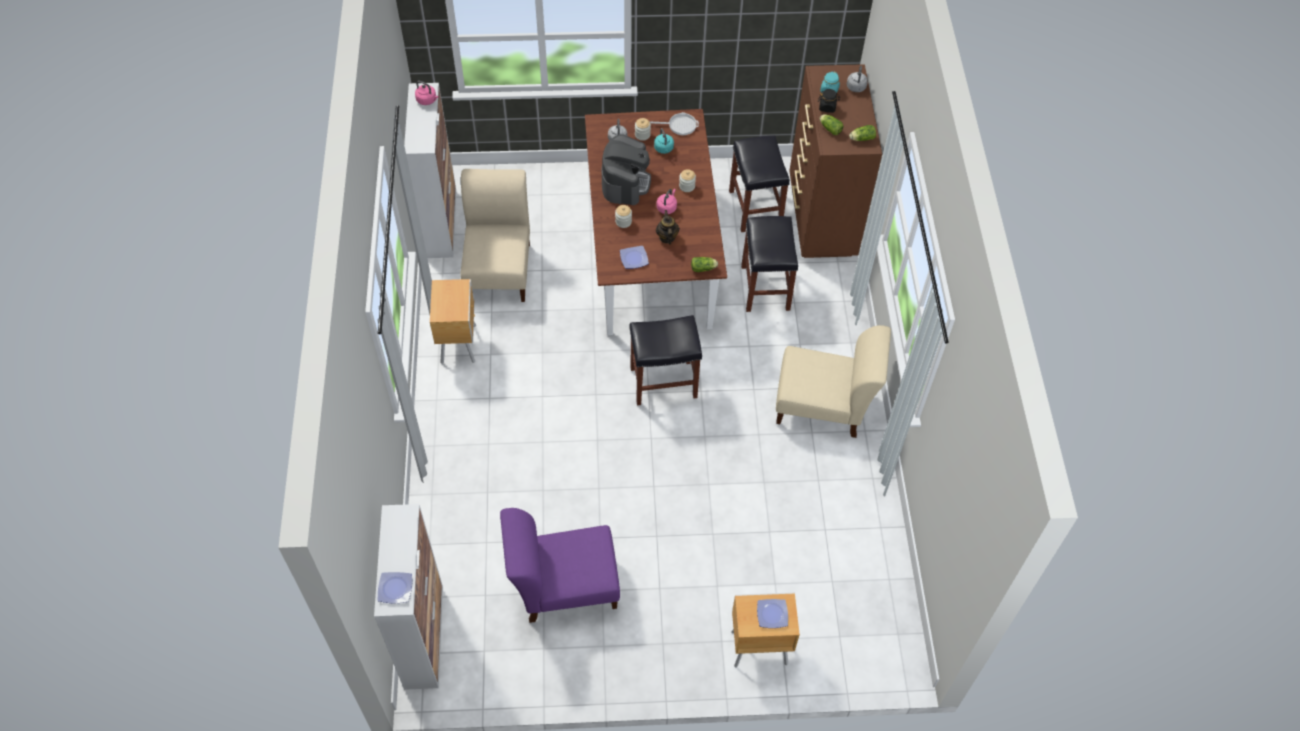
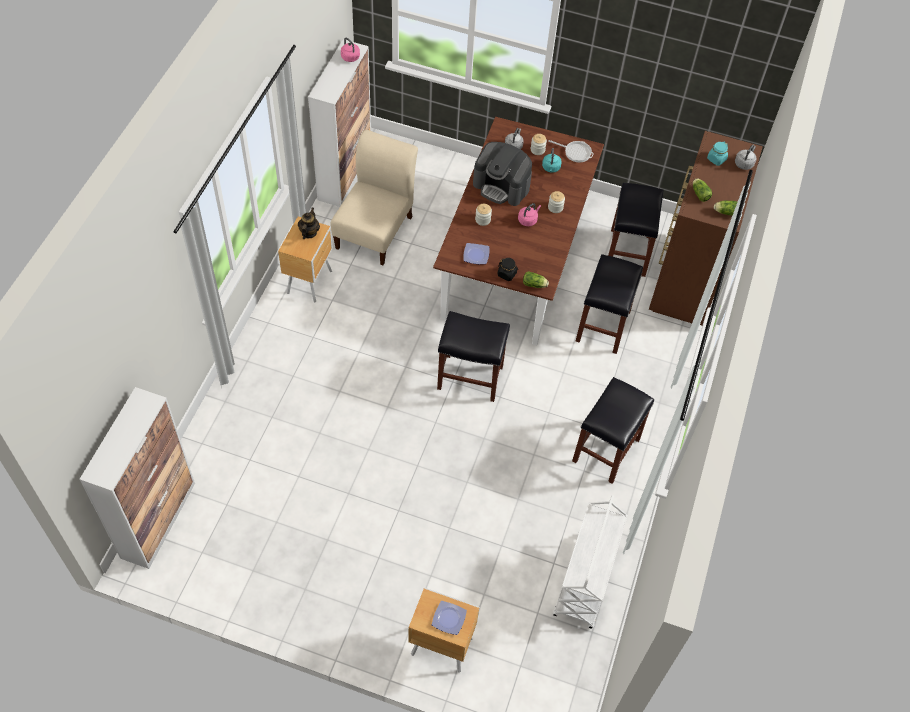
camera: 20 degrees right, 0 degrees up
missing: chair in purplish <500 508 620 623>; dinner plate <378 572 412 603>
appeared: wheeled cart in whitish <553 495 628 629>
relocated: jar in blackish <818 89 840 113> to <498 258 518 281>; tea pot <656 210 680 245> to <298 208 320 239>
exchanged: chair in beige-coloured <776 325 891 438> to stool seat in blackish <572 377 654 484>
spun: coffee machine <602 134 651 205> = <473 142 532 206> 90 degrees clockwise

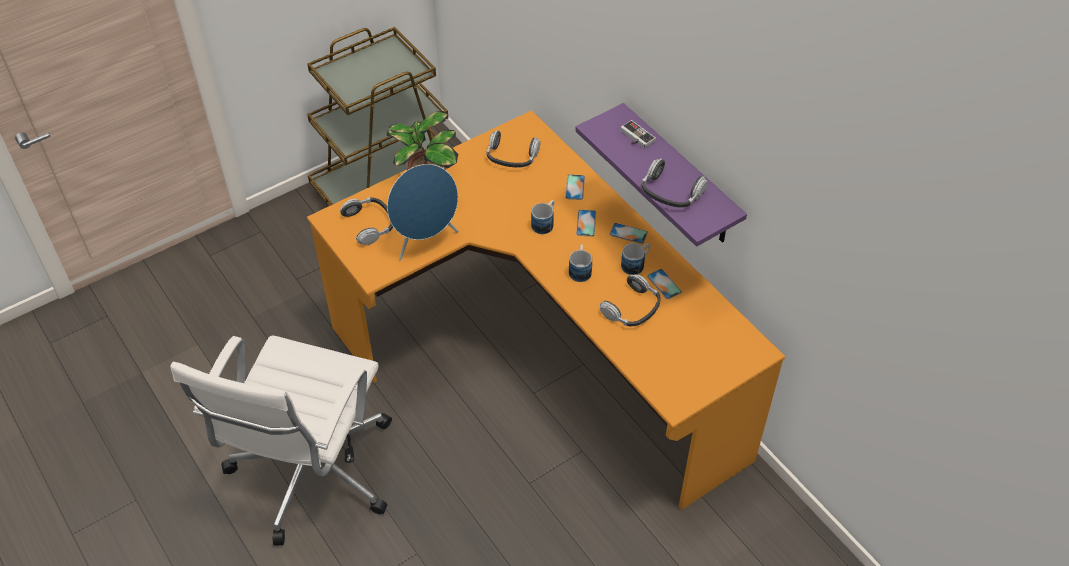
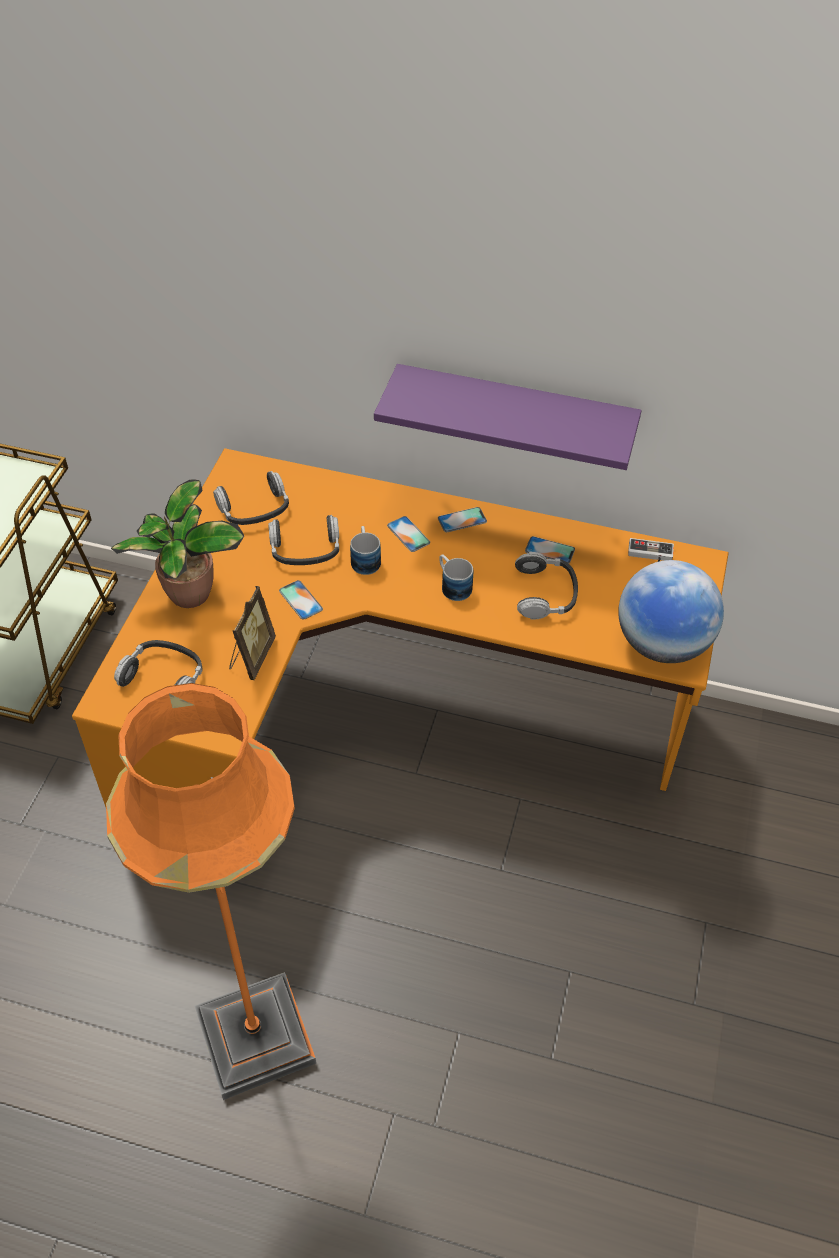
camera: 40 degrees left, 0 degrees up
missing: mug <621 243 651 275>
appeared: world globe <618 560 724 663>
relocated: game controller <621 120 656 148> to <628 538 674 562>; pair of headphones <642 159 708 208> to <268 515 339 565>; phone <565 174 585 200> to <279 580 323 620>
exchanged: speaker in blue <387 164 459 261> to standing frame <229 586 276 680>; desk chair in whitish <170 336 392 546> to floor lamp in orange-coloured <106 683 316 1100>

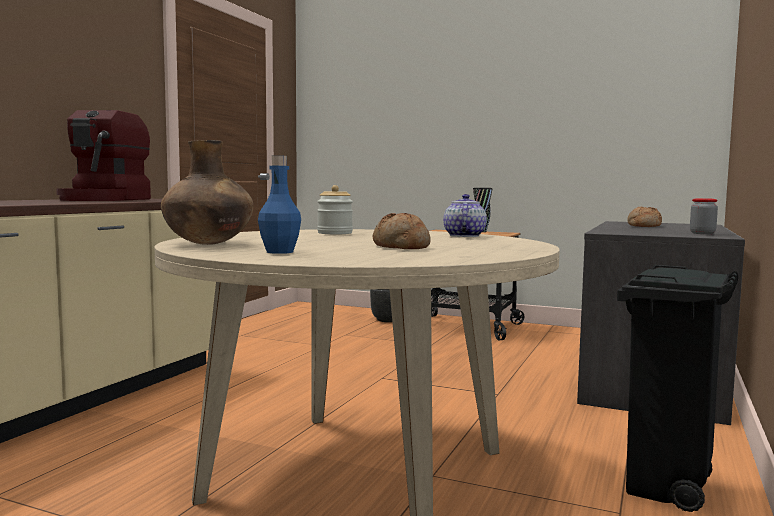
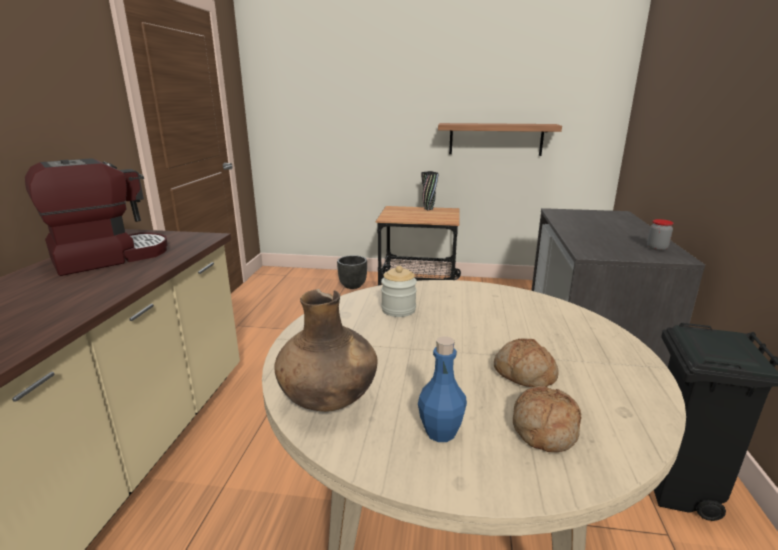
camera: 15 degrees left, 15 degrees up
missing: tea pot <443 194 487 237>
appeared: bracket shelf <438 123 562 156>
relocated: baked bread <627 207 662 227> to <513 386 582 452>
spun: coffee machine <56 110 151 201> = <25 158 168 276> 120 degrees counterclockwise

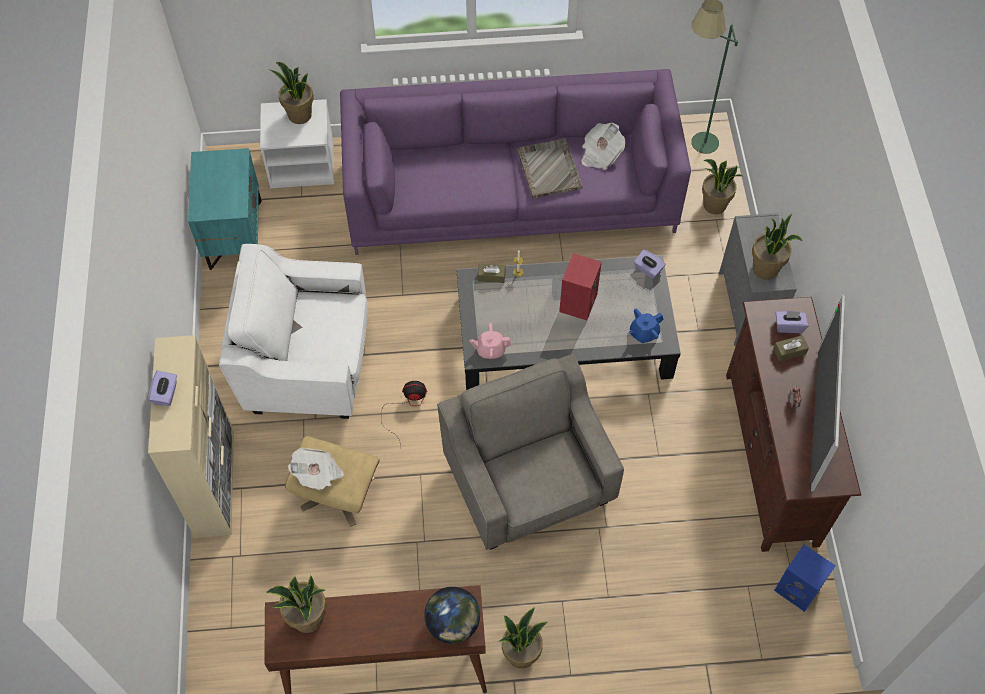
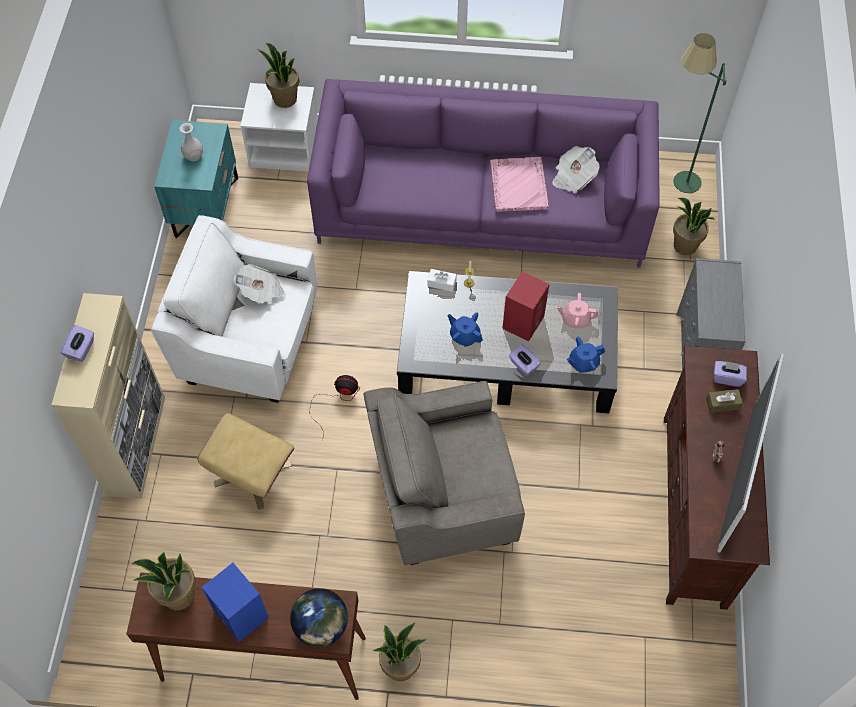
camera: 10 degrees right, 0 degrees up
missing: potted plant <752 214 802 280>
appeared: decorative vase in whitish <180 123 203 161>; tea pot in blue <448 312 483 347>
relocated: tissue box in purplish <634 250 665 279> to <509 344 541 376>; tea pot in pinkish <470 323 512 359> to <557 293 598 328>; daily paper <288 447 344 490> to <233 264 286 304>; speaker in blue <774 544 836 612> to <202 563 269 642>
colour: tray in greyish <517 138 583 198> to tray in pinkish <490 157 549 212>; tissue box in brown-coloured <478 264 506 283> to tissue box in whitish <427 269 457 292>
spun: armchair in greyish <437 354 624 550> = <363 381 525 565> 90 degrees counterclockwise

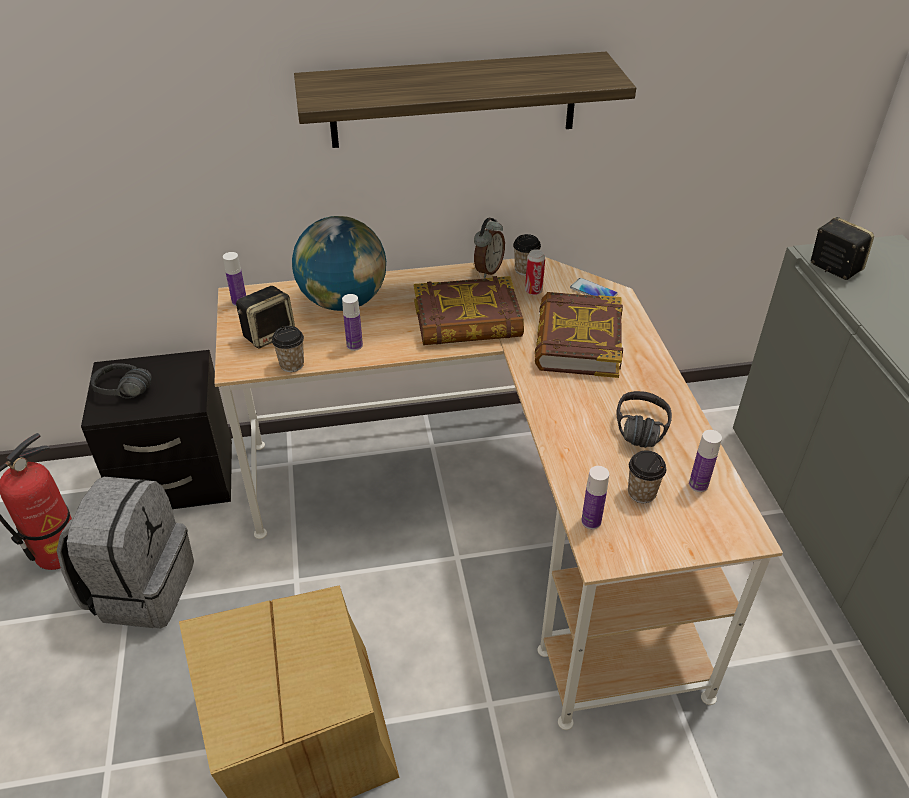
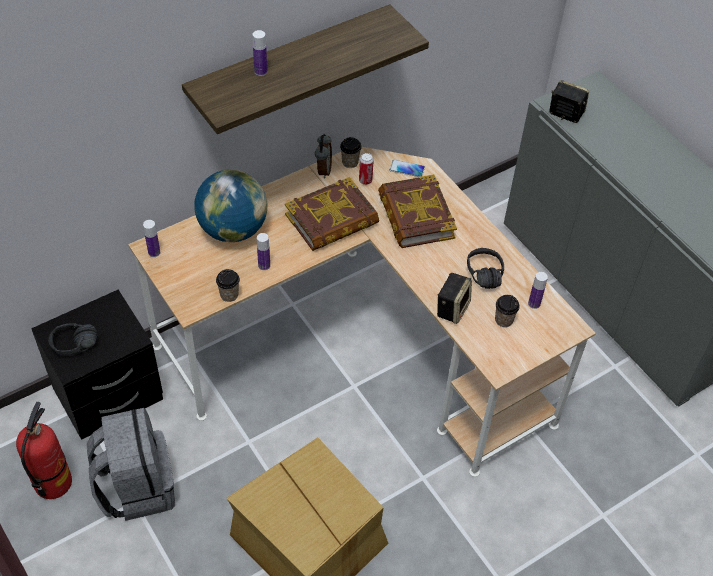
camera: 25 degrees left, 10 degrees up
relocated: speaker <236 286 295 348> to <437 273 472 324>; drink bottle <581 466 609 529> to <253 30 267 76>

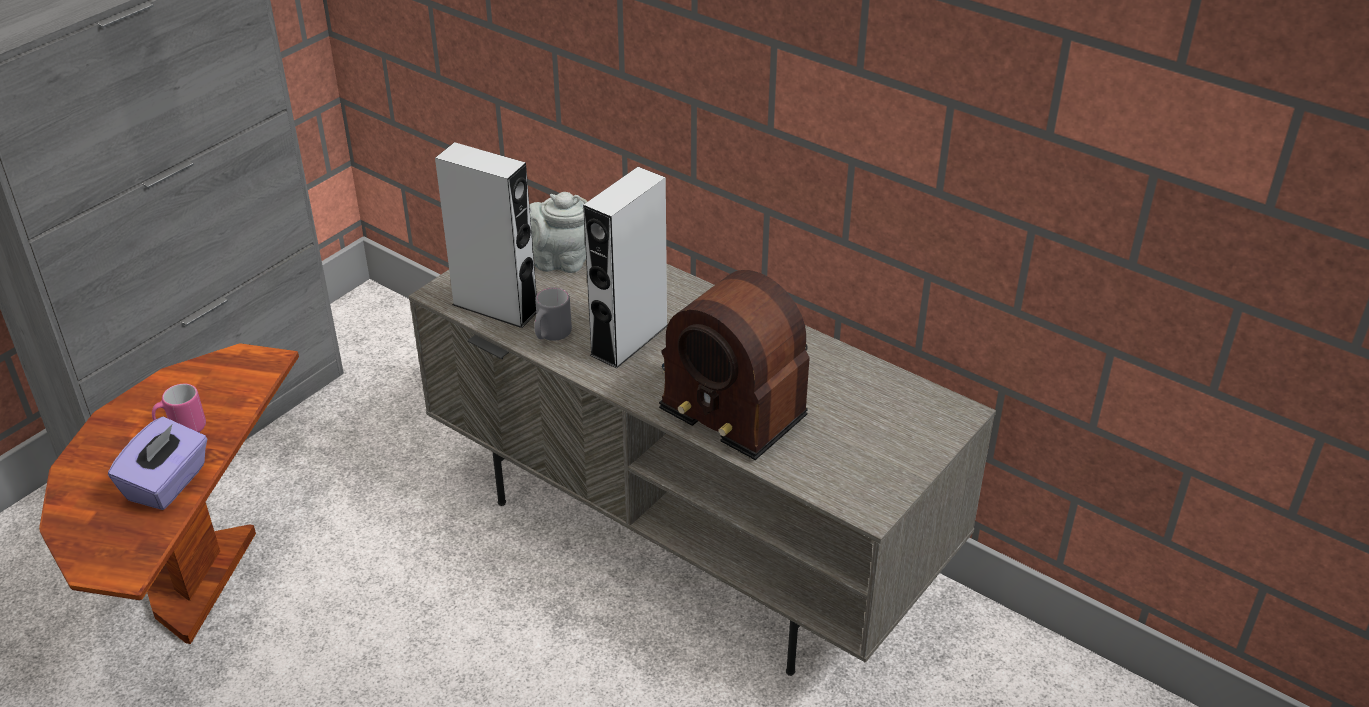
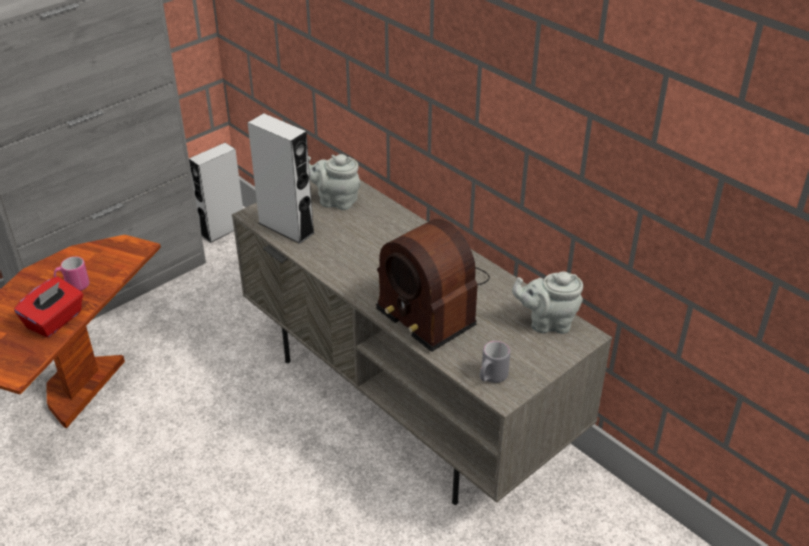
camera: 10 degrees right, 0 degrees up
appeared: tea pot in greyish <512 271 583 334>
relocated: speaker in greyish <583 167 668 369> to <189 143 243 243>; mug in greyish <534 287 572 341> to <480 341 510 383>
colour: tissue box in purplish <108 417 207 510> to tissue box in red-coloured <14 276 83 338>

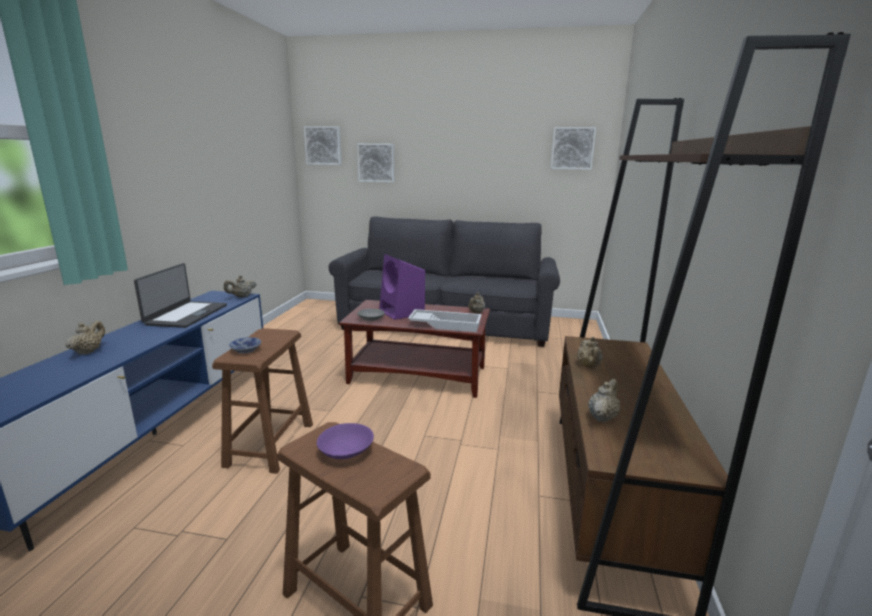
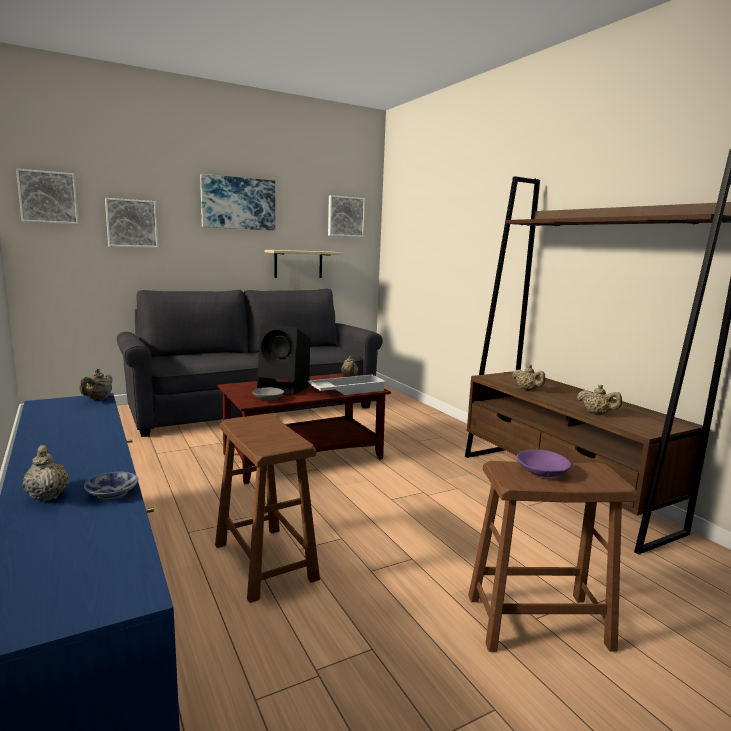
camera: 40 degrees left, 5 degrees down
missing: portable computer <134 263 227 328>
appeared: wall art <200 174 275 230>; bracket shelf in beige-coloured <265 250 342 278>
relocated: deep dish <229 337 261 354> to <84 472 138 500>
colour: speaker in purplish <379 254 425 320> to speaker in blackish <257 324 310 395>
spun: tea pot in beige-coloured <588 379 620 423> = <577 385 622 415> 135 degrees clockwise

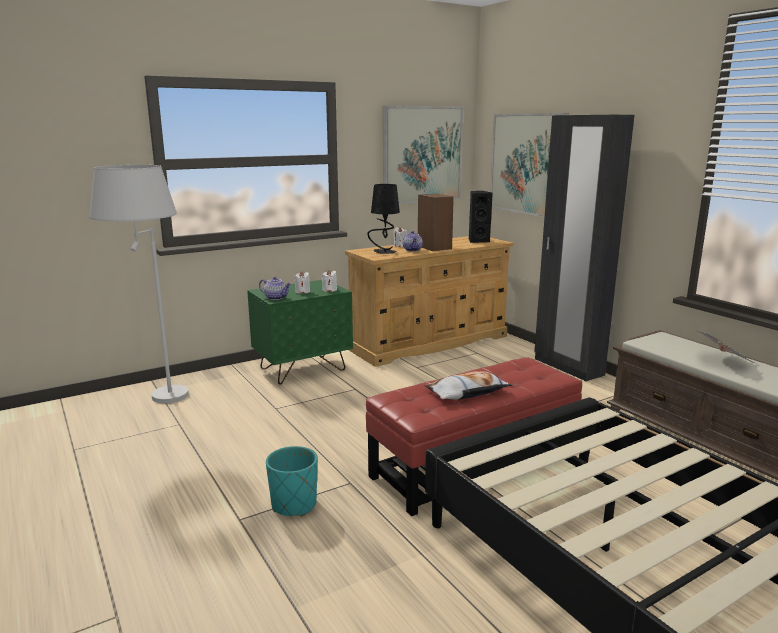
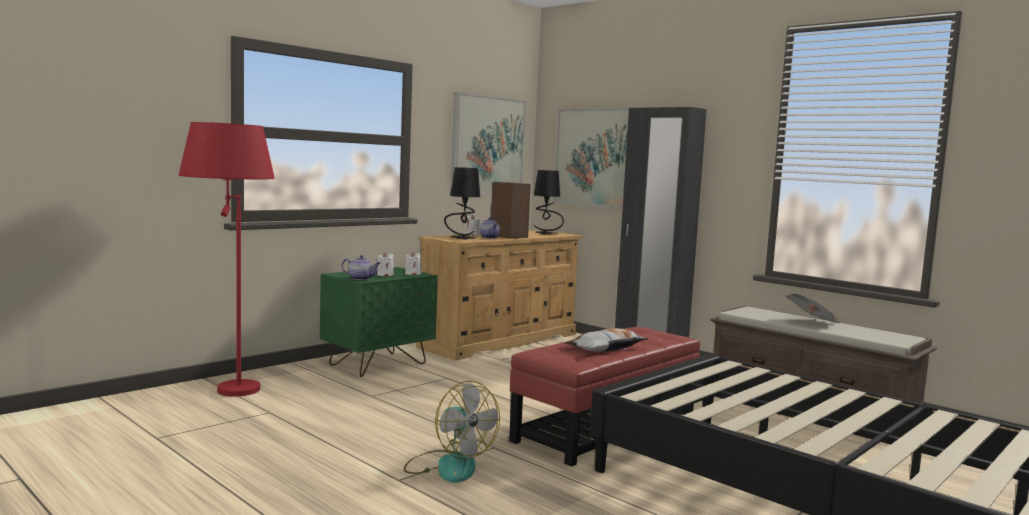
camera: 15 degrees left, 10 degrees down
exchanged: speaker in blackish <469 191 493 243> to tabletop lamp in blackish <534 170 564 234>; planter in turquoise-coloured <266 446 318 517> to electric fan <404 381 500 483>
colour: floor lamp in whitish <89 165 189 404> to floor lamp in red-coloured <179 122 274 397>

